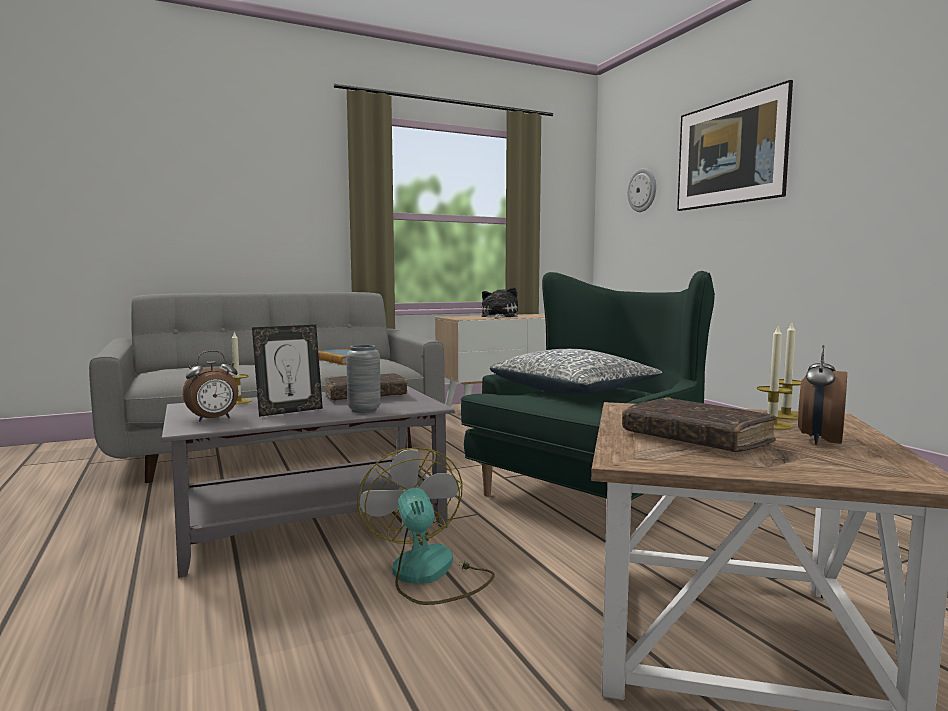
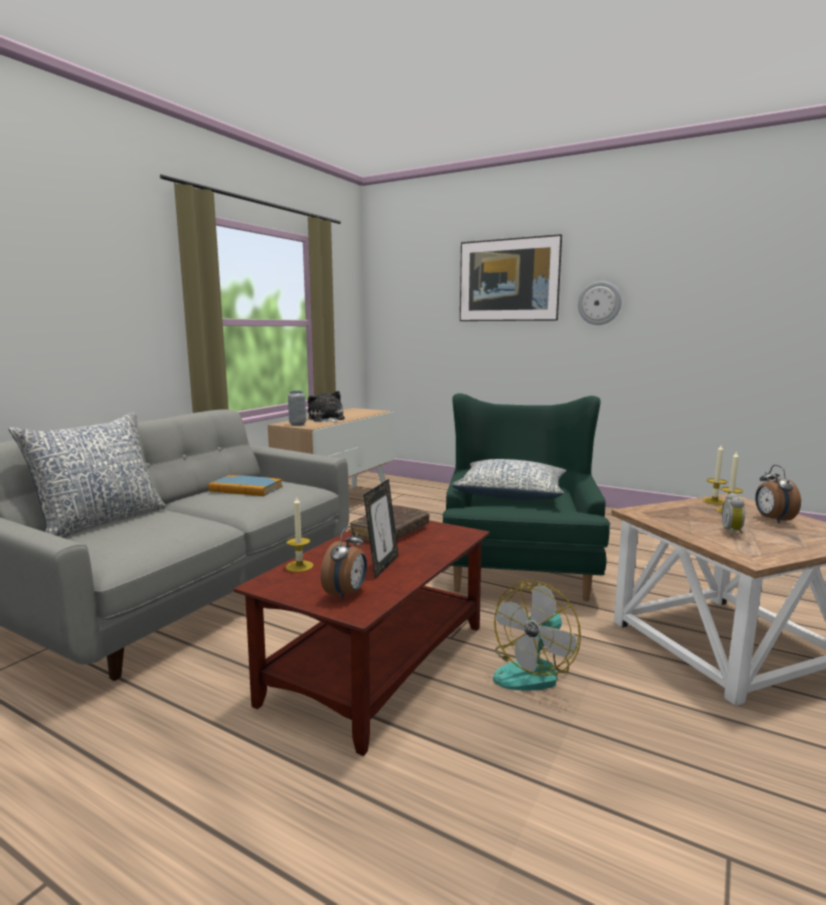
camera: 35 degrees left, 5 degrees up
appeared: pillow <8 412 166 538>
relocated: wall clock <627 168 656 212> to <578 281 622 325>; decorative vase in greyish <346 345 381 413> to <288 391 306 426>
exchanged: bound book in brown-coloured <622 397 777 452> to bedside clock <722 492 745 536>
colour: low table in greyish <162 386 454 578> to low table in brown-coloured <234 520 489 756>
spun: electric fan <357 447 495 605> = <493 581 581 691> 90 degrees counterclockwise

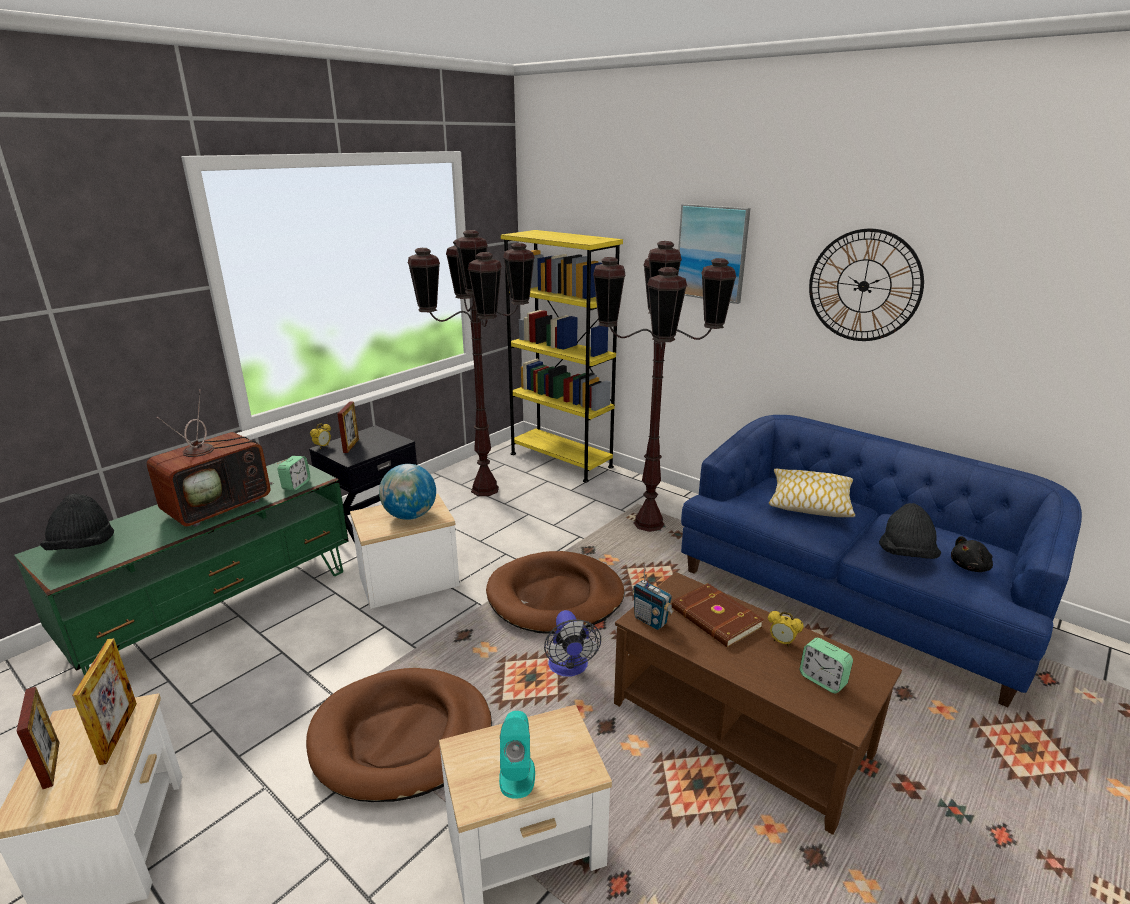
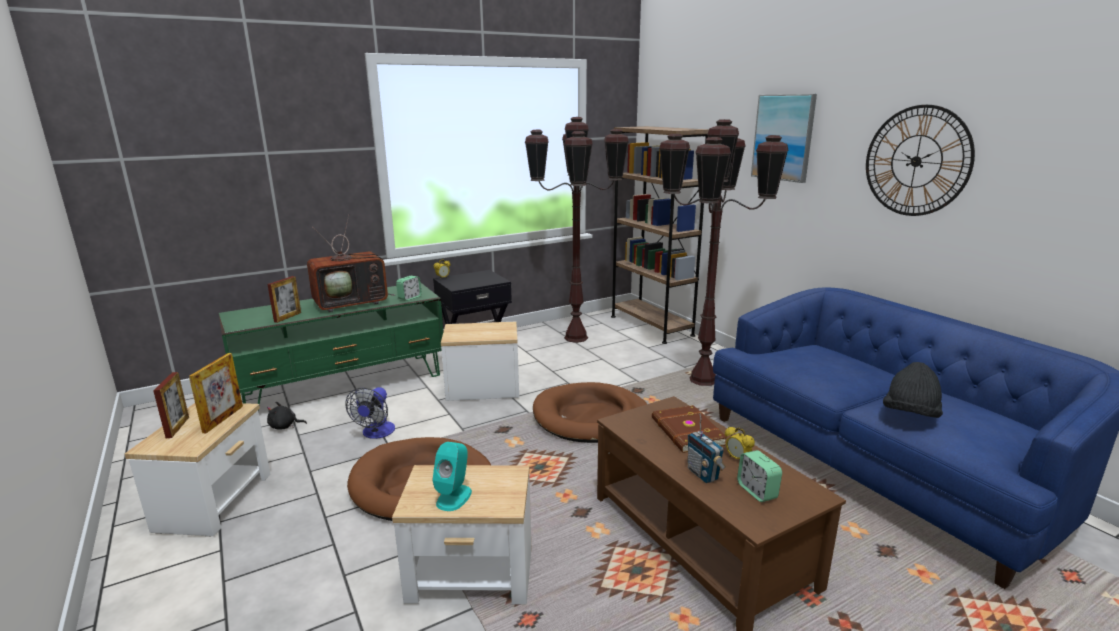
camera: 20 degrees right, 5 degrees down
missing: world globe <379 464 436 520>; pillow <769 469 855 517>; hat in blackish <40 494 114 550>
relocated: standing frame <337 402 359 453> to <267 276 301 323>; plush toy in blackish <951 536 993 572> to <267 402 307 430>; radio set <633 564 674 630> to <688 413 726 483>; electric fan <544 610 601 677> to <345 387 395 439>
colour: bookshelf in yellowish <501 230 623 483> to bookshelf in brown-coloured <611 126 709 344>

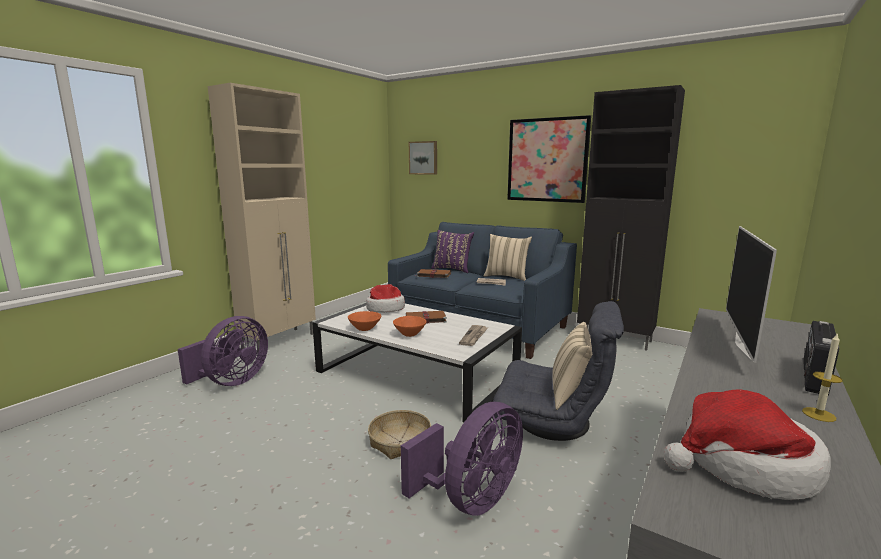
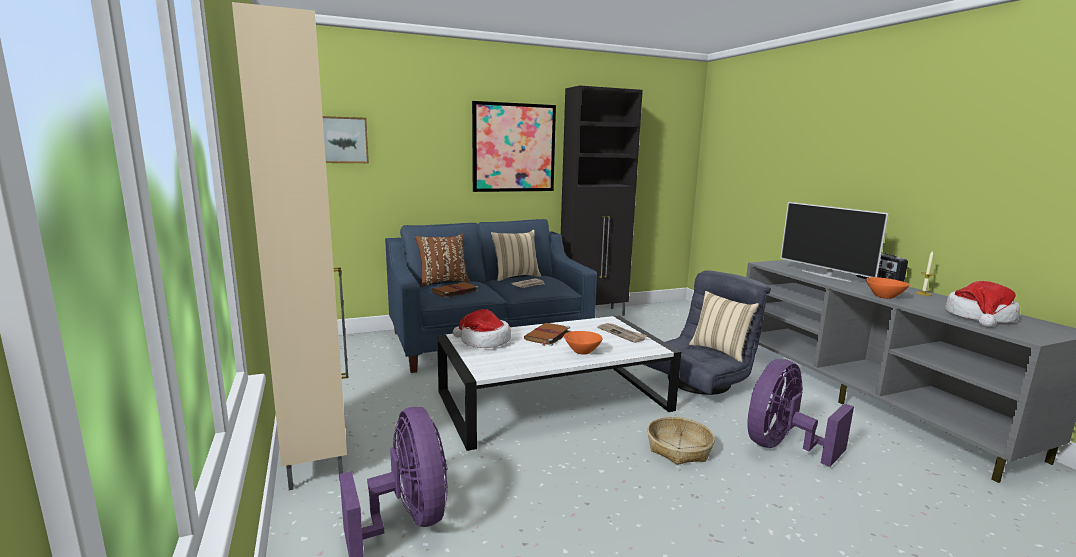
camera: 55 degrees left, 0 degrees up
relocated: deep dish in orange-coloured <348 311 381 331> to <866 277 909 299>
colour: pillow in purplish <431 230 474 273> to pillow in brown-coloured <415 233 470 287>
spun: electric fan in purplish <401 402 523 516> = <748 359 854 467> 120 degrees counterclockwise

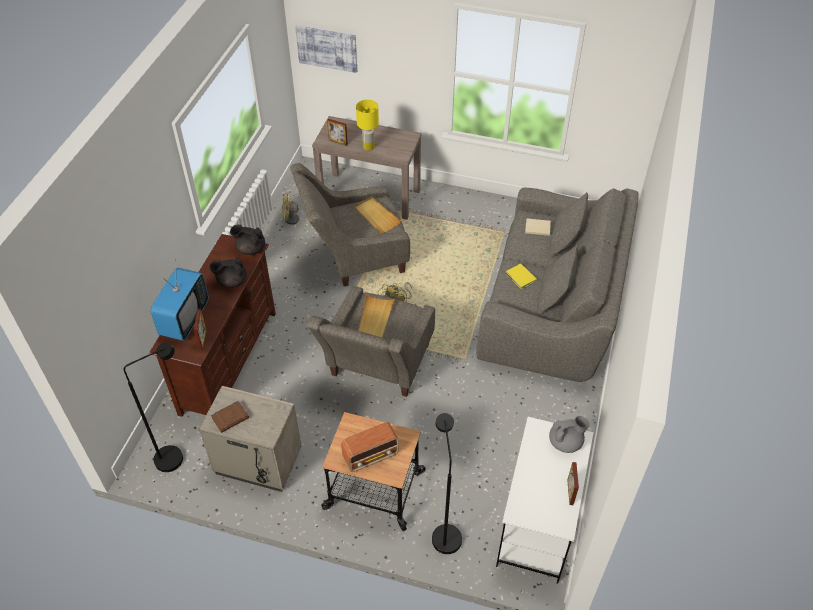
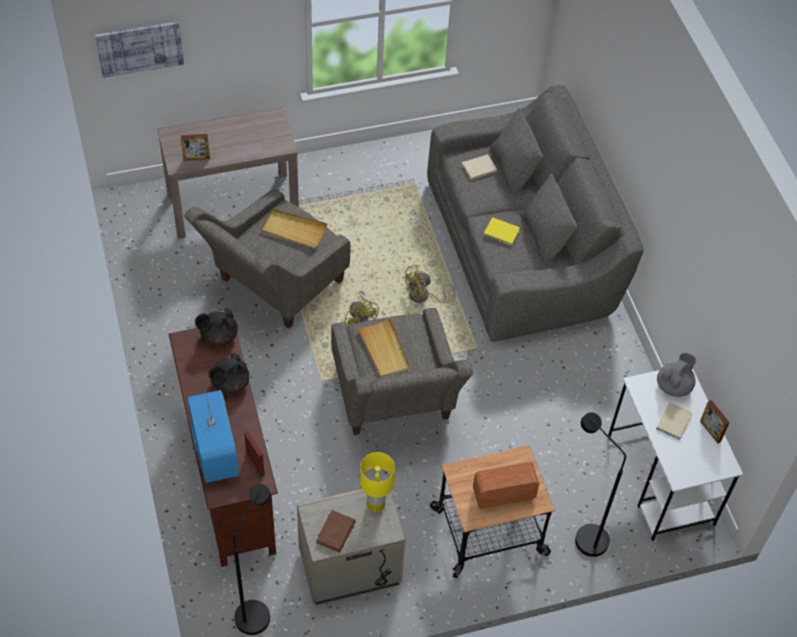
camera: 35 degrees left, 5 degrees up
appeared: bound book in beige-coloured <656 402 693 440>
relocated: tabletop lamp in yellowish <356 99 379 151> to <360 452 395 512>; electric fan in yellowish <282 193 308 231> to <402 265 455 303>
spun: radio set <341 422 399 472> = <473 462 539 509> 135 degrees counterclockwise

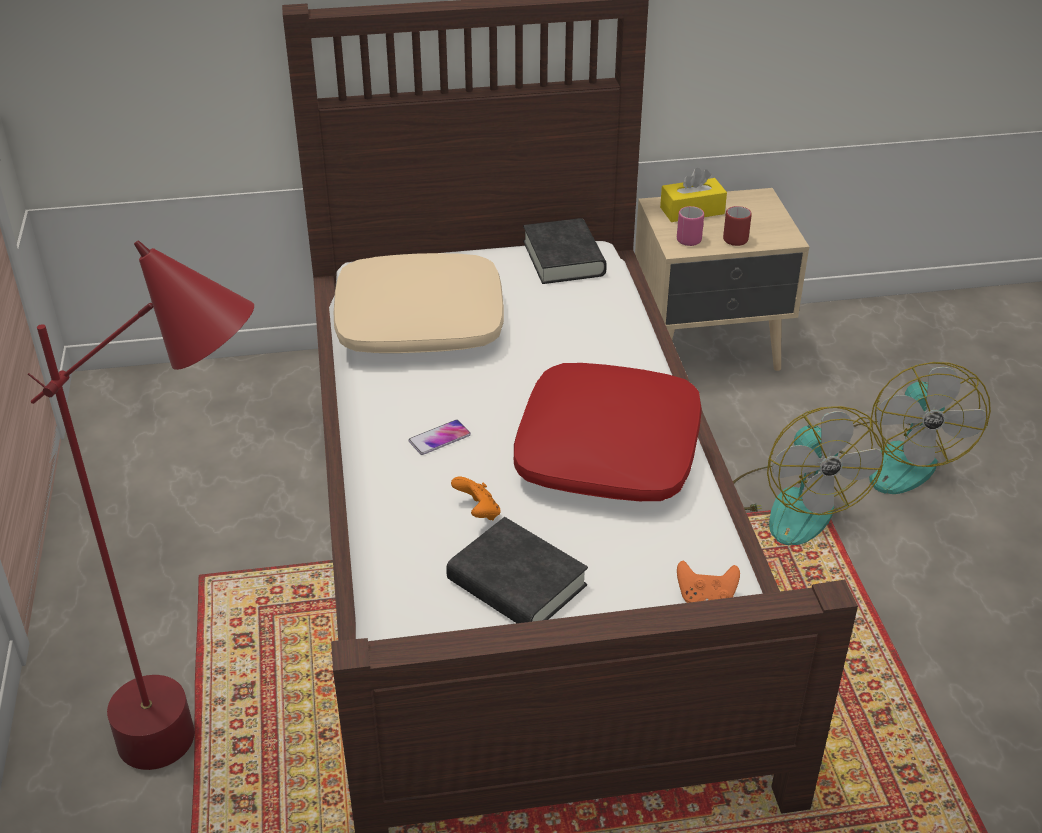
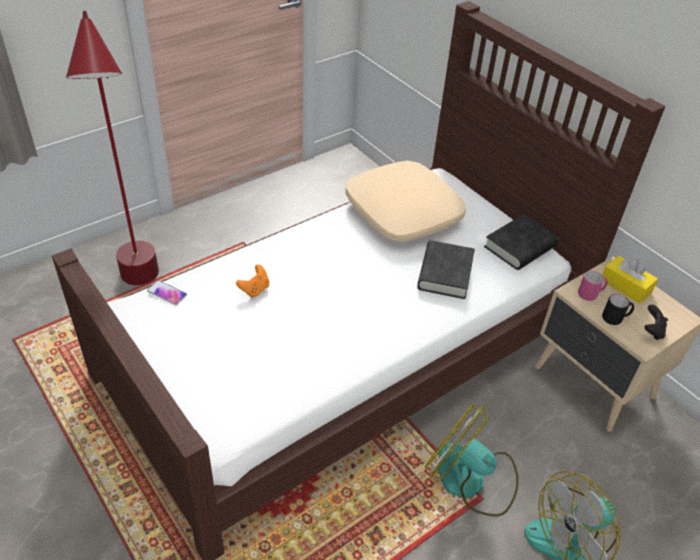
camera: 60 degrees right, 5 degrees up
missing: pillow in red-coloured <514 363 702 501>; game controller in orange-coloured <677 561 740 603>
appeared: game controller in blackish <645 304 668 340>
relocated: phone <409 420 471 455> to <147 280 187 305>; bound book in blackish <446 517 588 623> to <417 241 475 299>
colour: mug in red-coloured <723 206 752 246> to mug in blackish <602 294 634 325>
spun: electric fan <733 406 885 545> = <424 403 519 517> 75 degrees clockwise

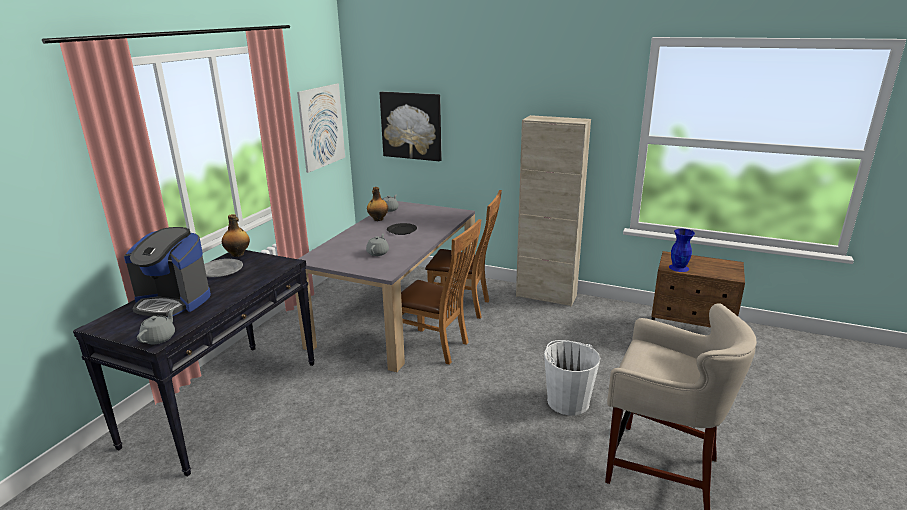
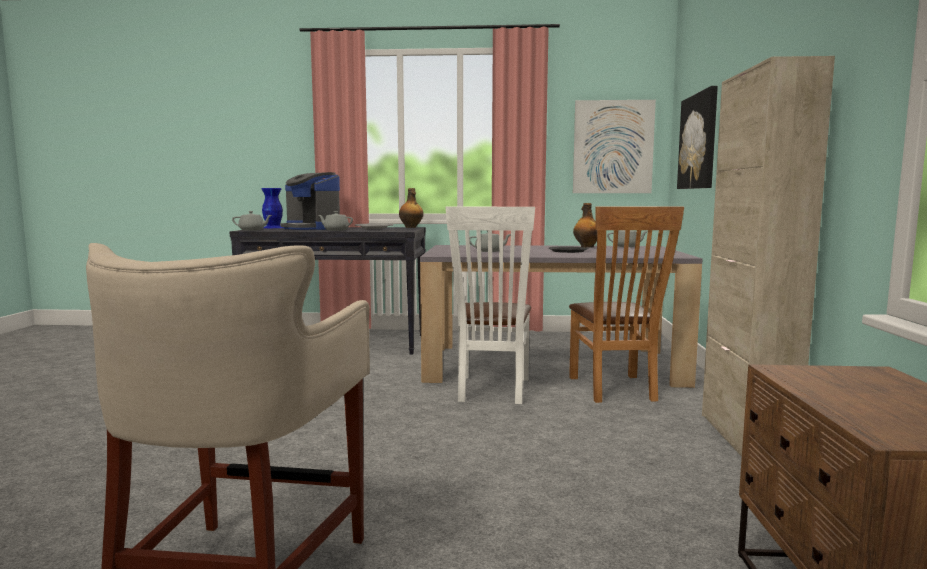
camera: 70 degrees right, 15 degrees down
missing: pail in whitish <544 340 600 415>
appeared: tea pot in greyish <318 211 353 231>
relocated: decorative vase in blue <669 229 695 272> to <261 188 283 228>
colour: chair in brown-coloured <401 219 481 365> to chair in whitish <445 206 535 404>
spun: coffee machine <124 227 211 318> = <281 172 340 230> 45 degrees counterclockwise

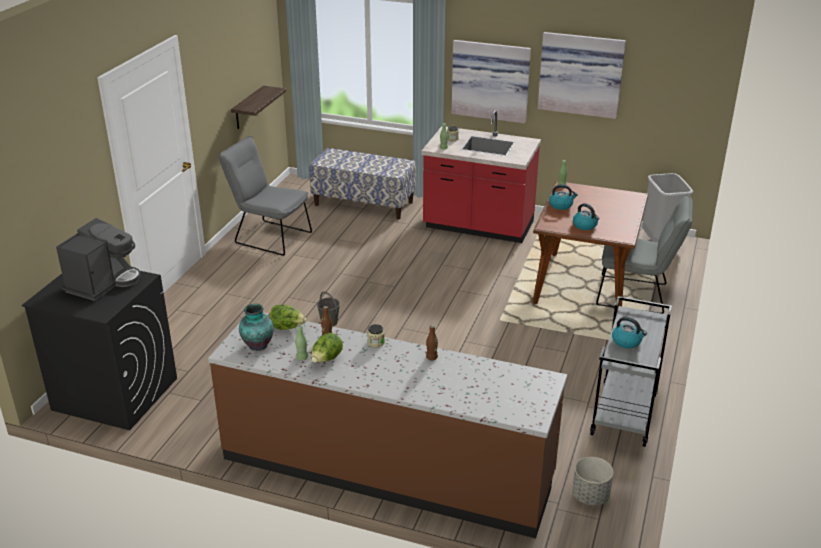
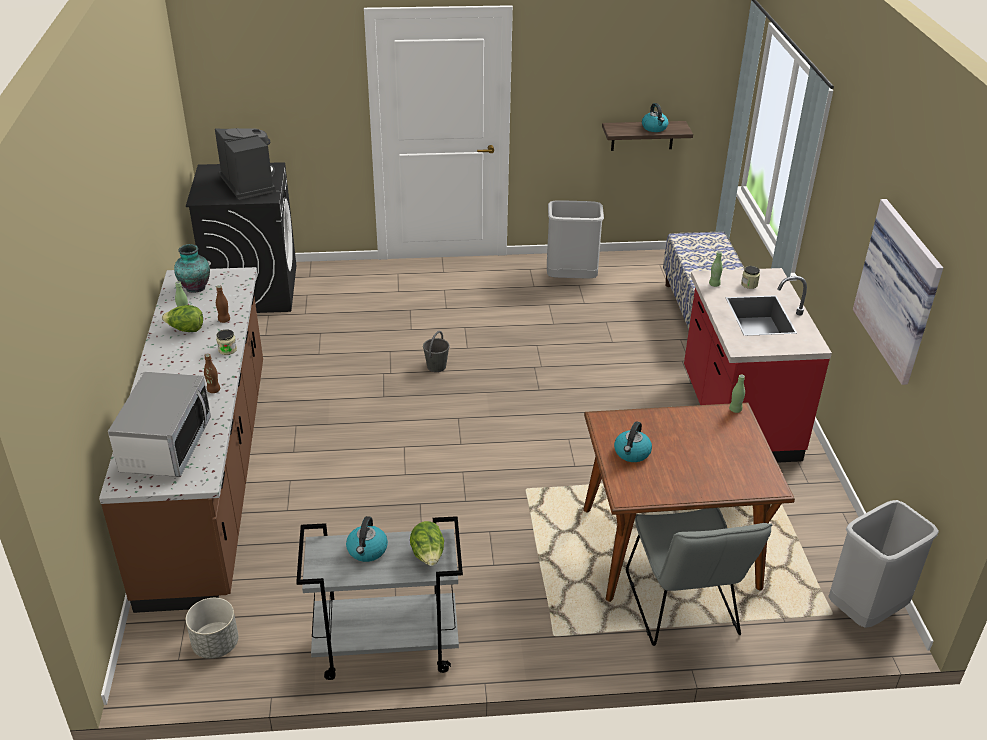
camera: 65 degrees right, 5 degrees up
missing: wall art <451 40 531 123>
appeared: microwave oven <108 372 211 477>
relocated: kettle <549 184 578 210> to <642 103 668 132>; lettuce head <269 305 306 330> to <410 521 444 566>
exchanged: chair in greyish <219 136 312 256> to rubbish bin in greyish <547 200 604 278>
spun: coffee machine <56 218 141 301> = <215 128 275 200> 120 degrees counterclockwise

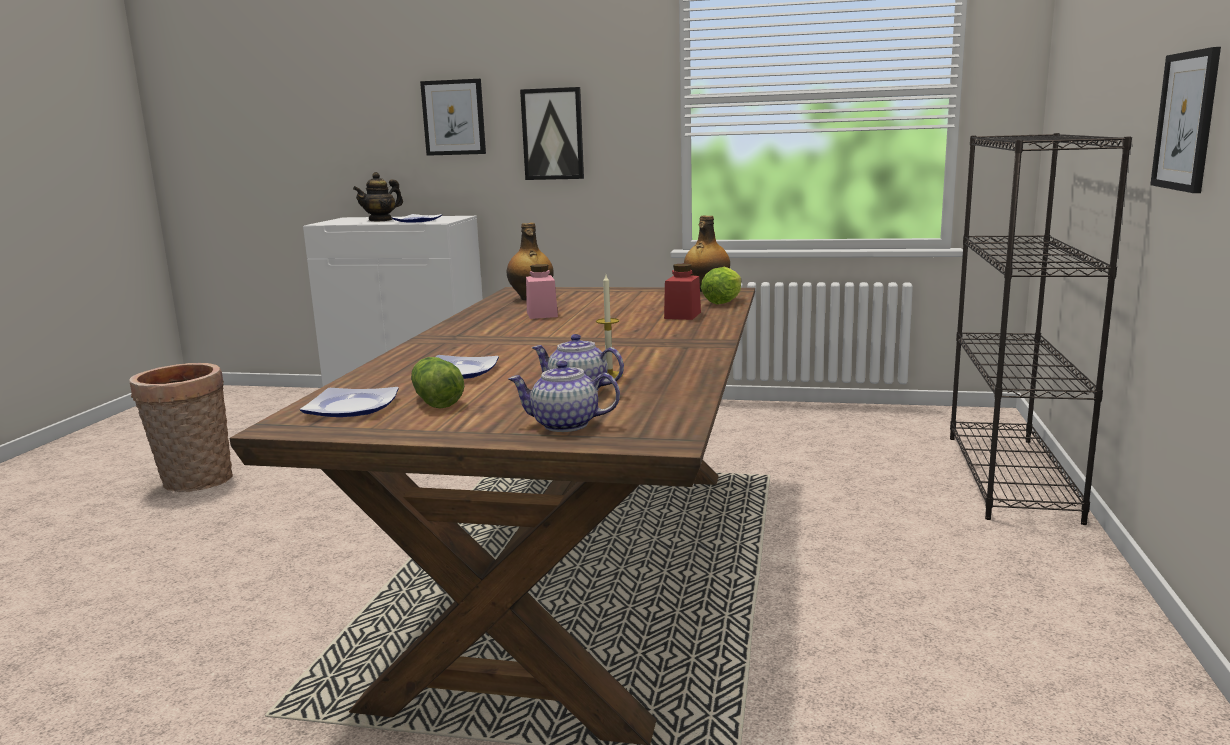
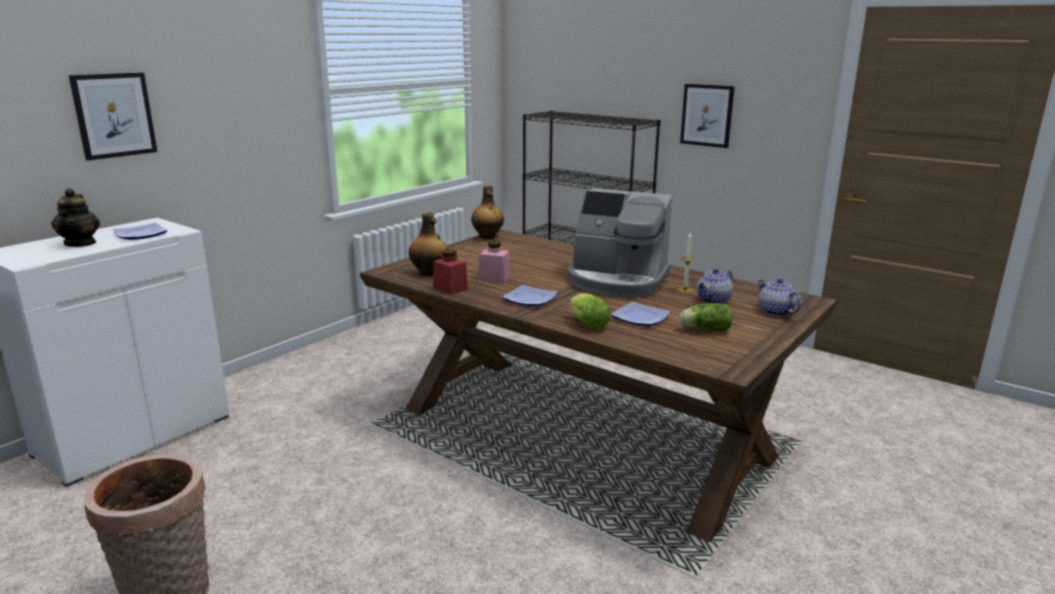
camera: 65 degrees left, 5 degrees up
missing: wall art <520 87 584 180>
appeared: coffee machine <568 188 672 298>
relocated: jar in red-coloured <664 263 701 320> to <433 249 468 295>; lettuce head <701 267 741 304> to <570 293 610 329>; dinner plate <300 387 399 417> to <502 285 558 306>
spun: tea pot <508 360 620 432> = <757 279 802 316> 120 degrees clockwise

